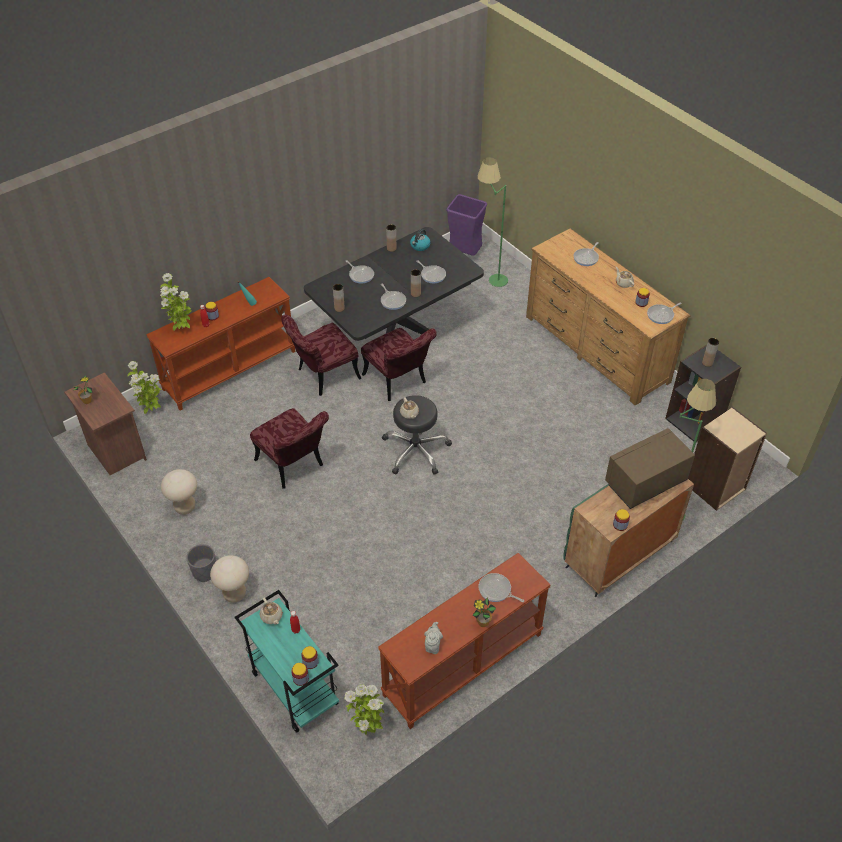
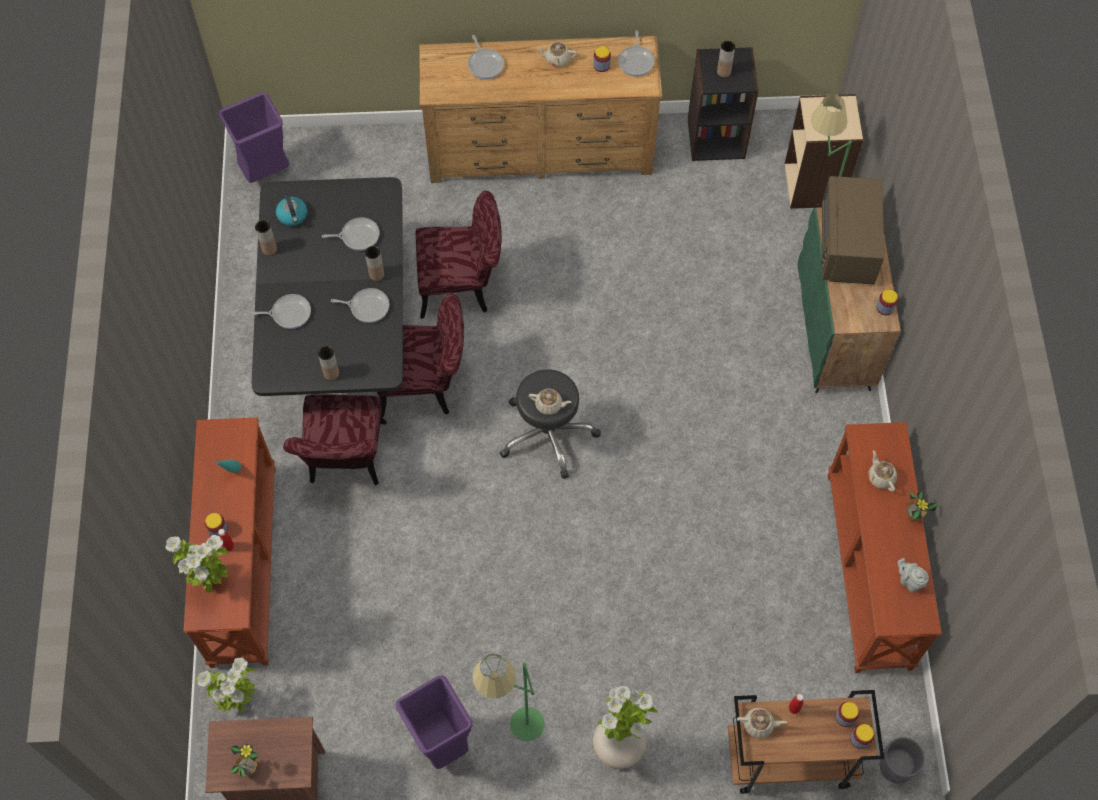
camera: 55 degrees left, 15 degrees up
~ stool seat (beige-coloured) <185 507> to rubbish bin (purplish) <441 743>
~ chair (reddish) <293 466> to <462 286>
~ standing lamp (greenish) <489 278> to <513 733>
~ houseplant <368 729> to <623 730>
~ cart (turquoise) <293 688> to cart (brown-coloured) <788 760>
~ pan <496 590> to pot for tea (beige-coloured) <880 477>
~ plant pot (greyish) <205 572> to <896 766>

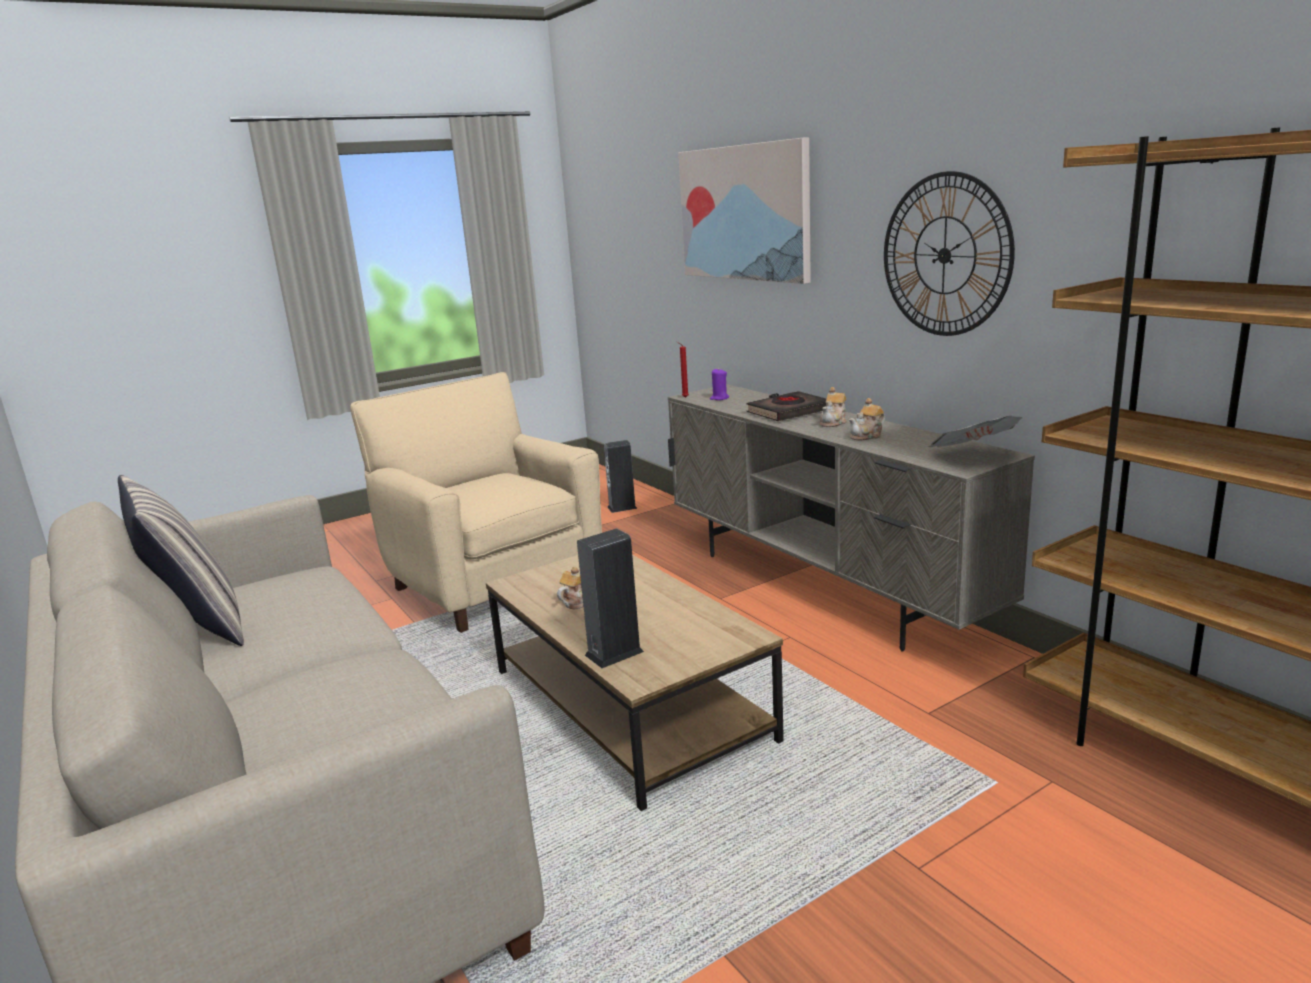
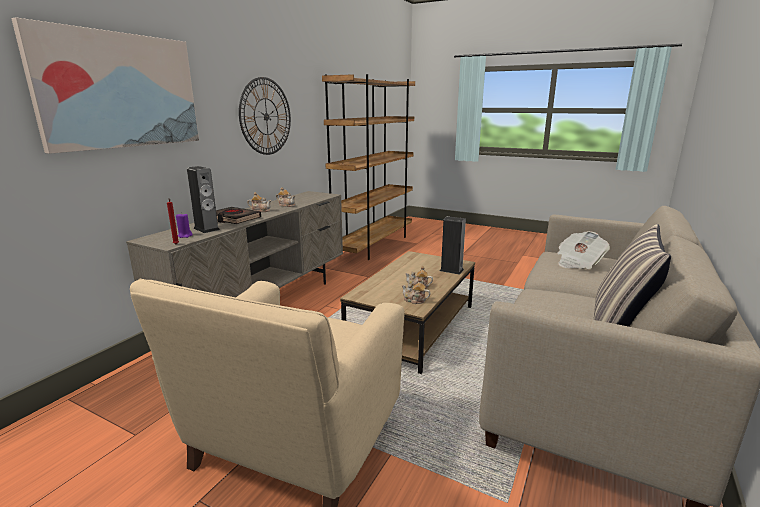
camera: 120 degrees left, 0 degrees up
~ speaker <622 507> to <206 229>
+ pot for tea <415 300>
~ printed paper <972 455> to <578 263>

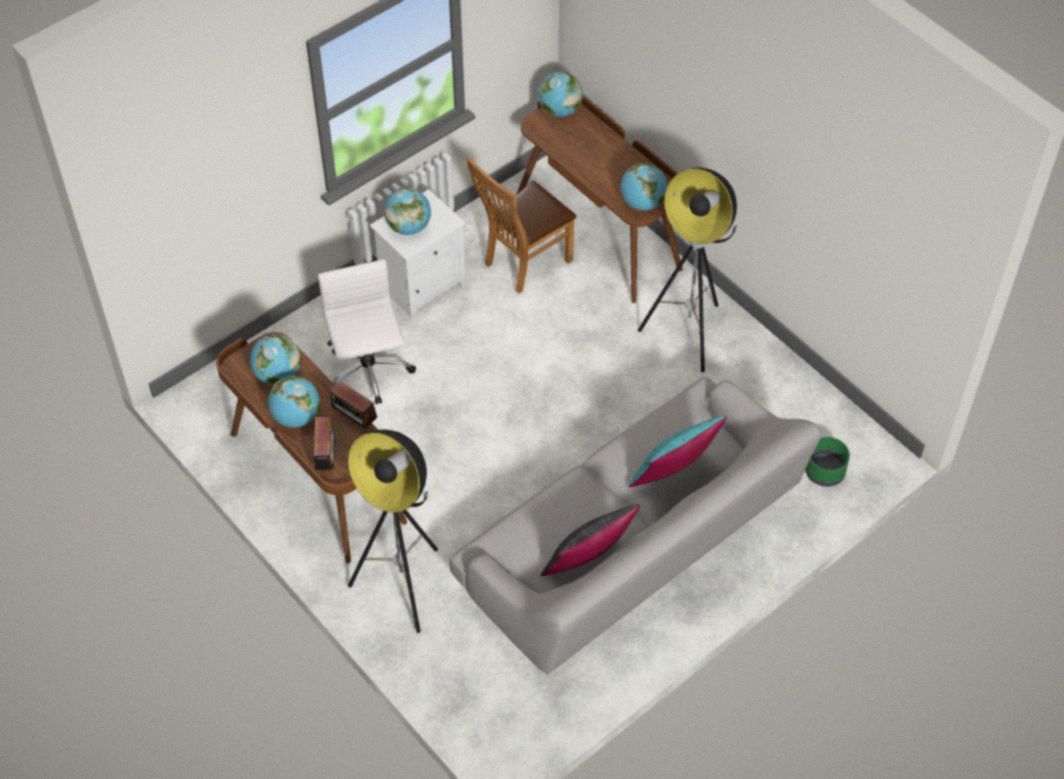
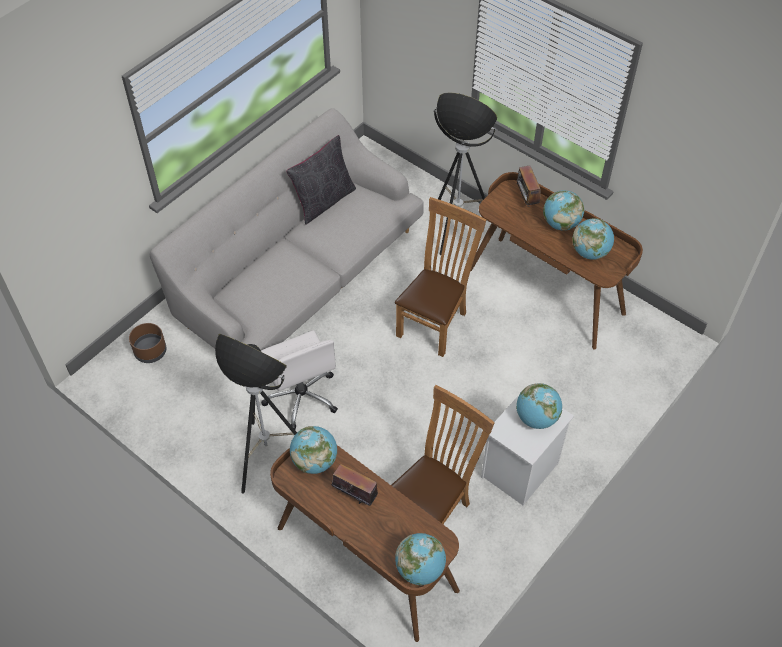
camera: 170 degrees right, 0 degrees up
~ plant pot (greenish) <824 472> to plant pot (brown-coloured) <150 351>
~ office chair (white) <369 373> to <302 397>
~ radio receiver <355 420> to <355 495>
+ chair (brown-coloured) <435 322>
- cushion (turquoise) <674 474>

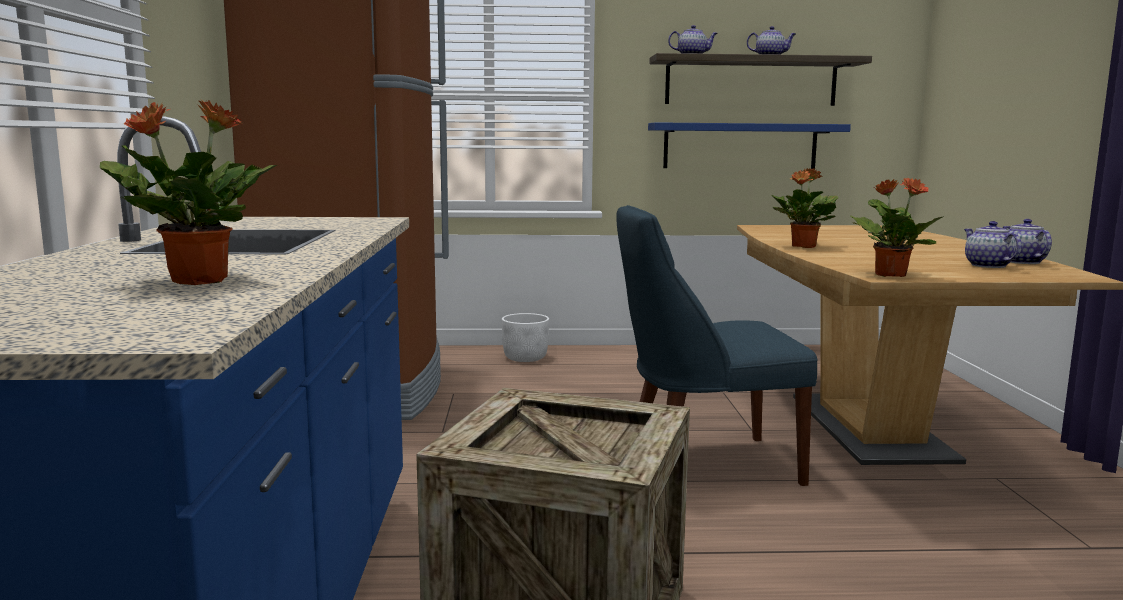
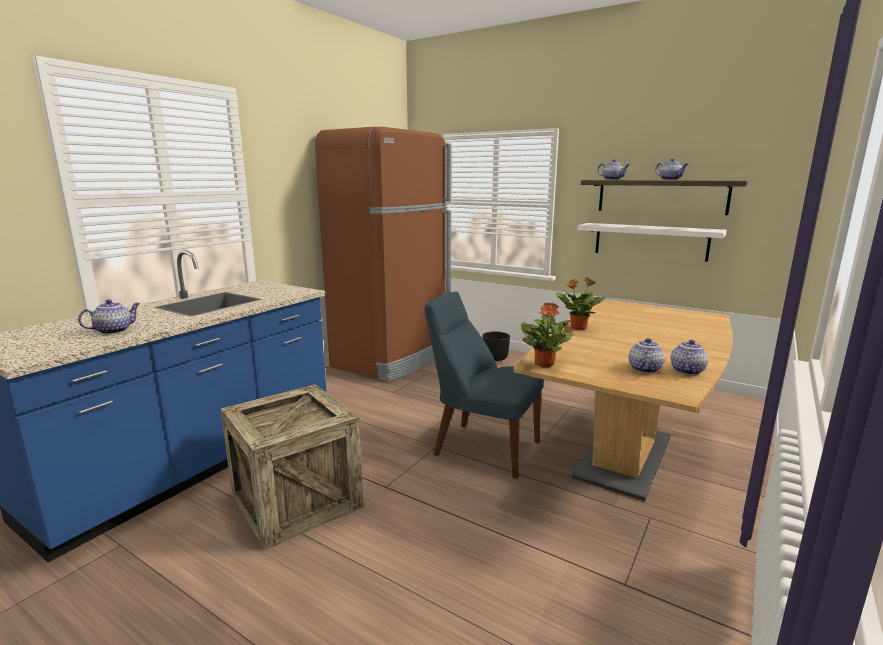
camera: 35 degrees right, 5 degrees up
~ houseplant <196 281> to pot for tea <114 330>
~ plant pot (white) <525 358> to plant pot (blackish) <495 358>
~ bracket shelf (blue) <740 146> to bracket shelf (white) <650 241>

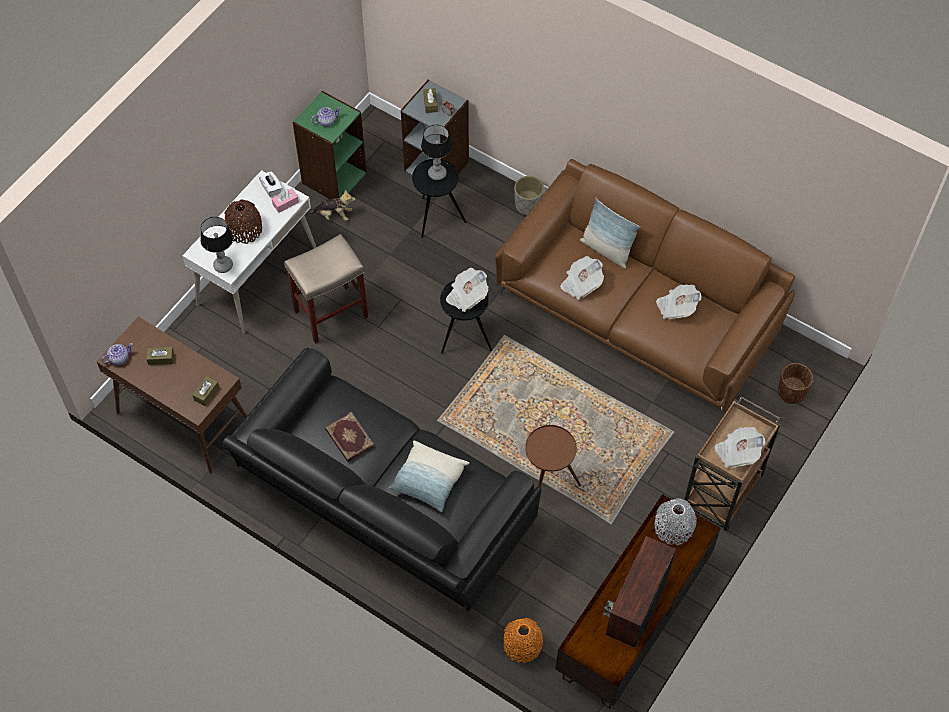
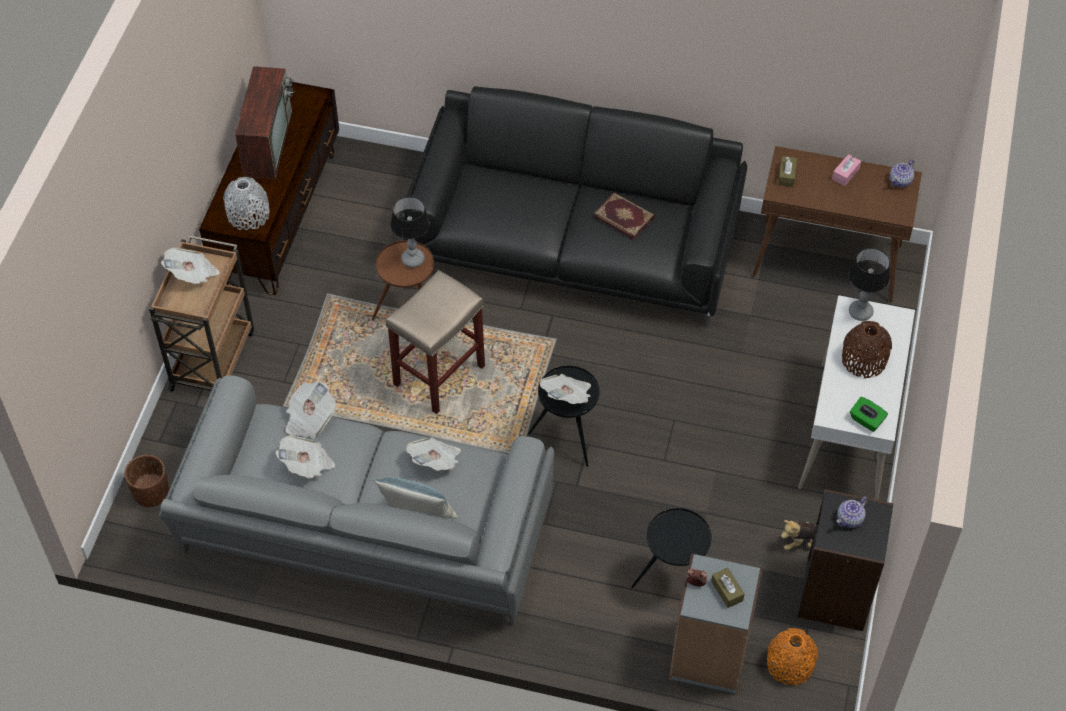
camera: 160 degrees right, 5 degrees down
~ couch (brown-coloured) <639 313> to couch (greyish) <364 534>
+ printed paper <309 419>
~ stool seat (beige-coloured) <330 314> to <439 374>
~ tabletop lamp <436 173> to <413 259>
~ vase (orangey) <522 645> to <790 664>
~ bookcase (greenish) <333 177> to bookcase (blackish) <836 595>
~ tissue box (pink-coloured) <285 203> to <845 174>
~ tissue box (white) <271 188> to tissue box (greenish) <866 420>
- tissue box (brown-coloured) <161 358>
- cushion <428 481>
- plant pot (greyish) <528 205>

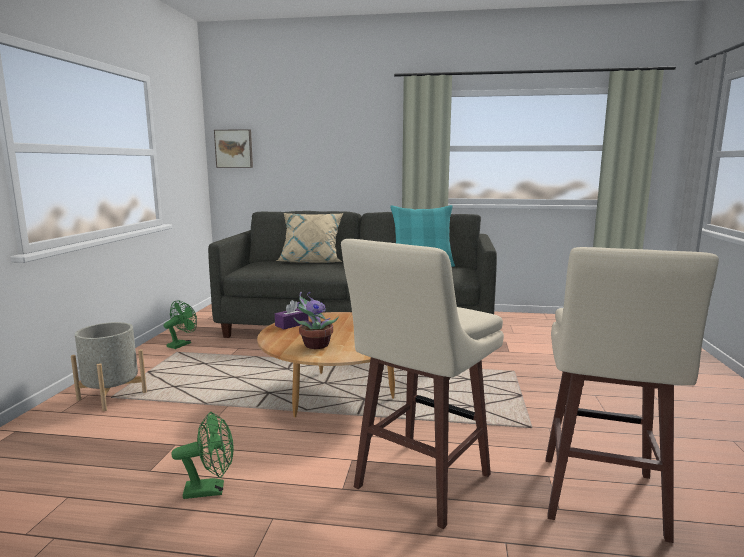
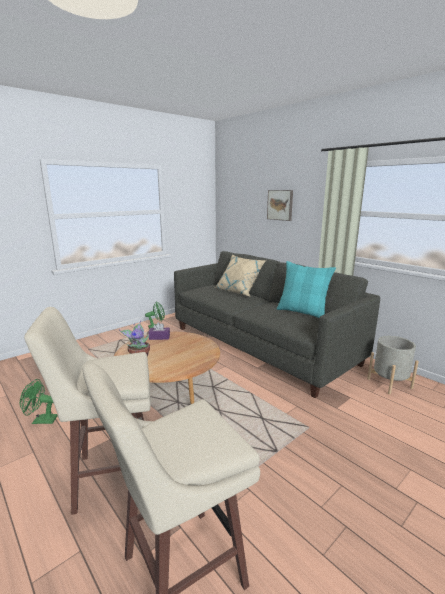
camera: 40 degrees right, 5 degrees up
~ fan (greenish) <211 490> = <41 420> 150 degrees clockwise
~ wall art <234 148> to <280 205>
~ plant pot (greyish) <112 396> to <389 383>

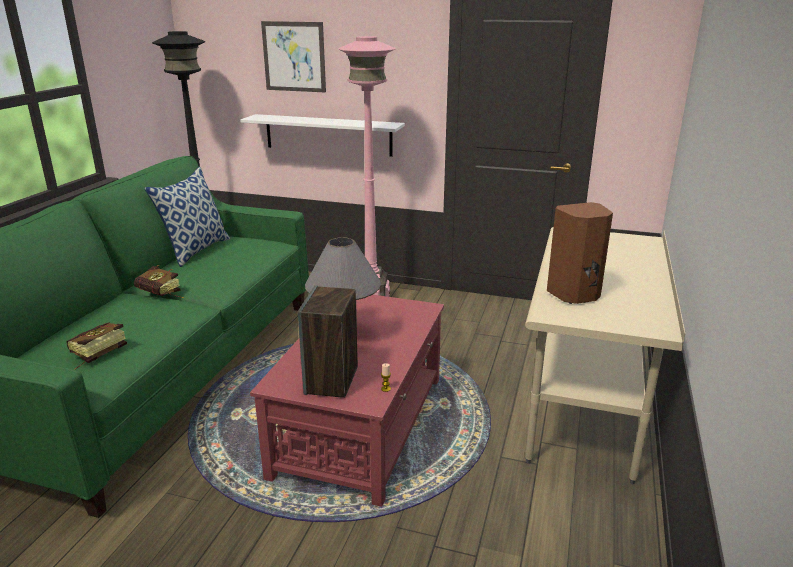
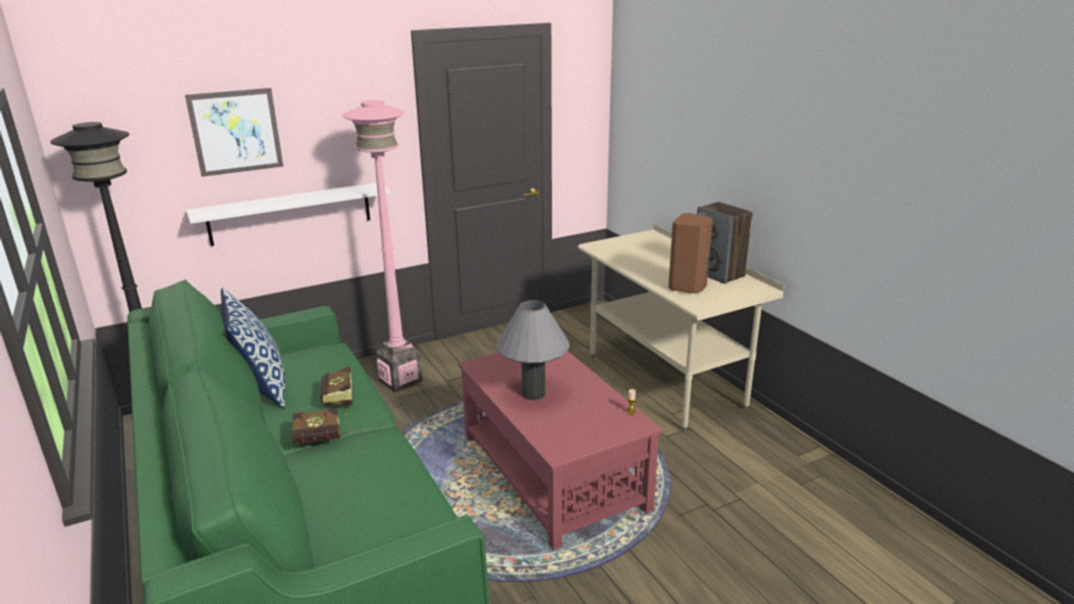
camera: 45 degrees left, 0 degrees up
~ volume <94 355> to <338 402>
~ speaker <331 381> to <719 274>

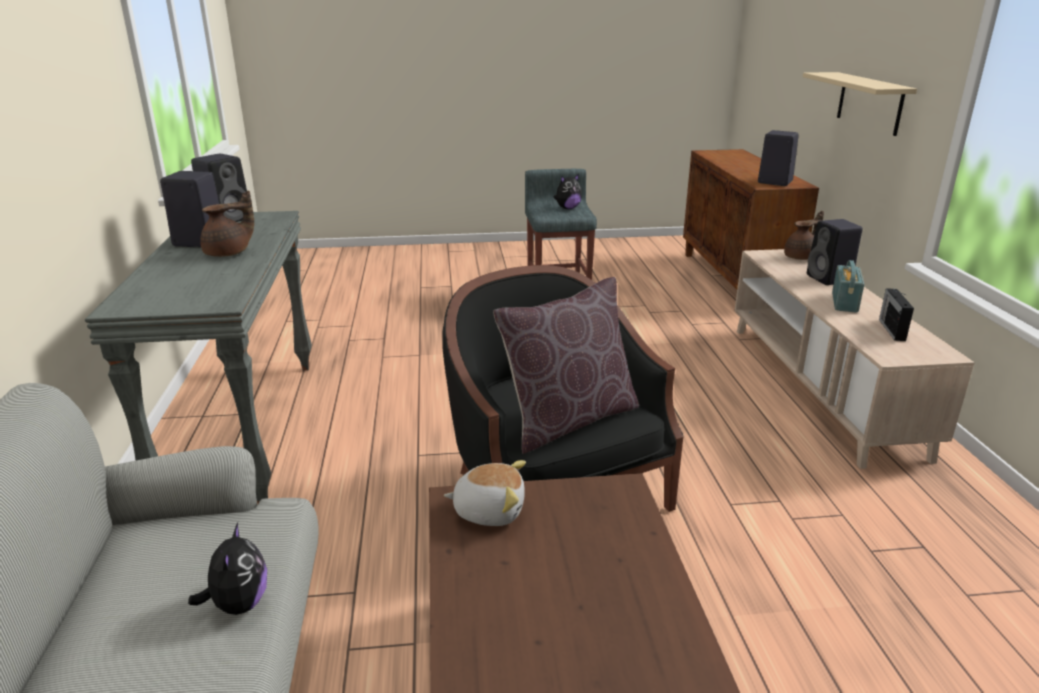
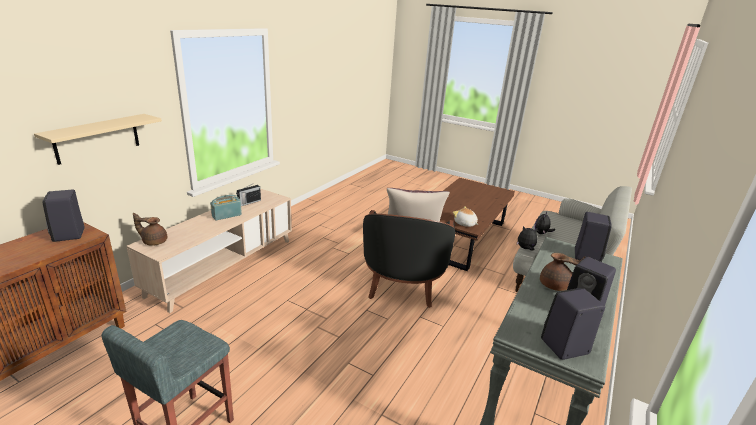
camera: 145 degrees left, 0 degrees up
~ plush toy <567 208> to <525 249>
~ pot for tea (brown-coloured) <229 253> = <556 286> 150 degrees counterclockwise
~ speaker (blackish) <830 279> to <586 256>

